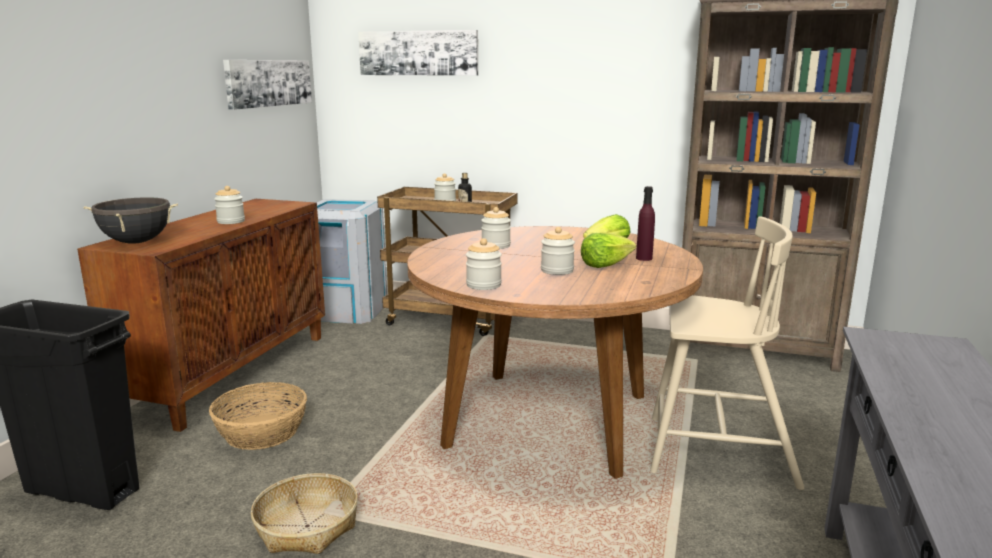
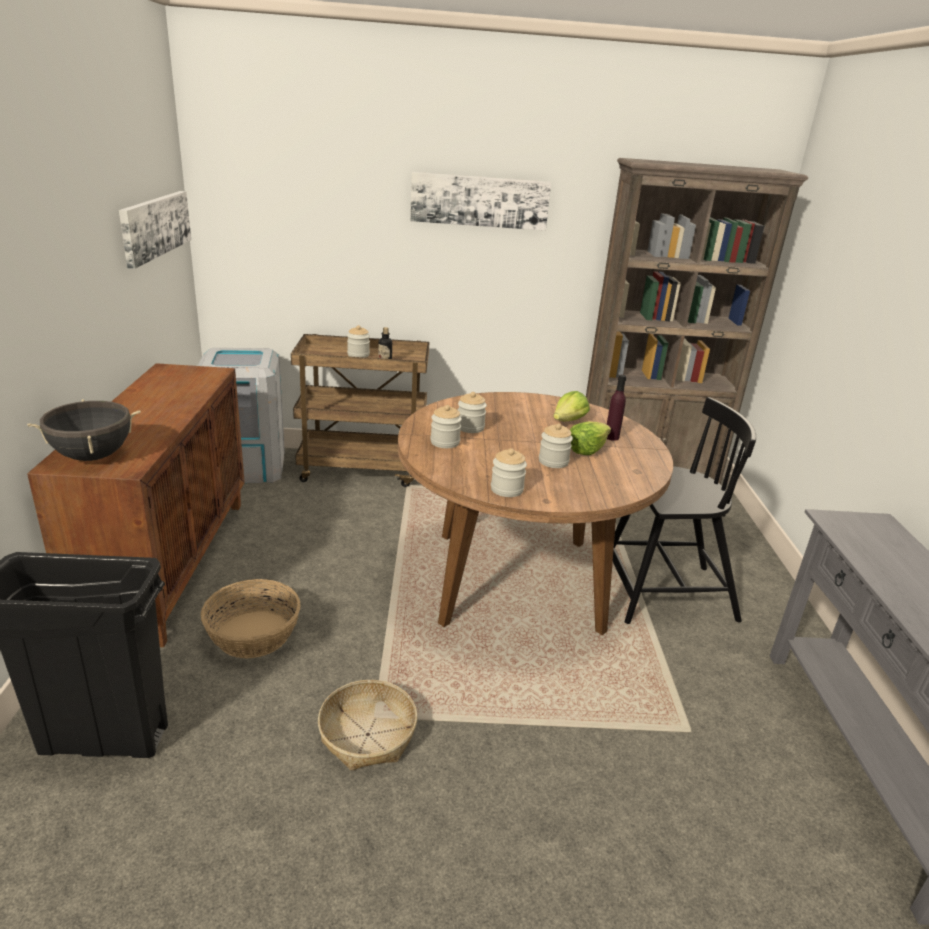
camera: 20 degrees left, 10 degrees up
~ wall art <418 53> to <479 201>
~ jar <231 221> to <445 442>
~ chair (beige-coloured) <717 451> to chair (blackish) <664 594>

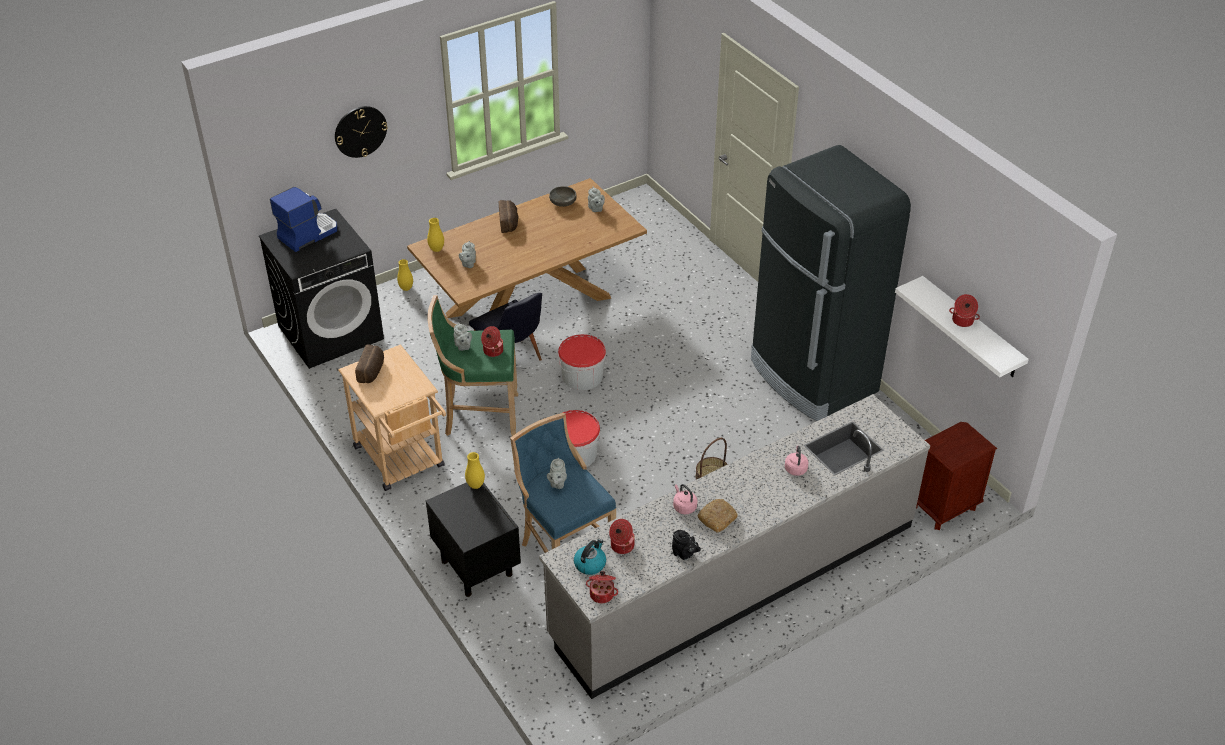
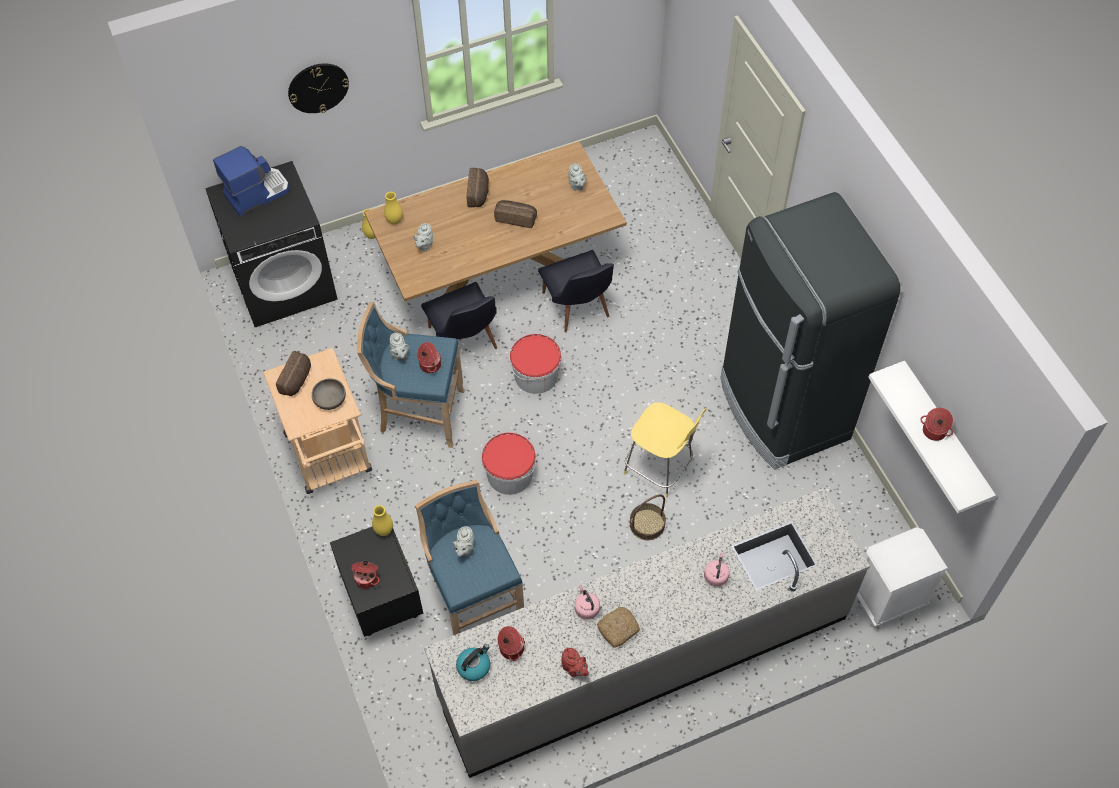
camera: 10 degrees right, 15 degrees up
~ deep dish (greyish) <563 203> to <330 399>
~ stockpot <602 594> to <367 578>
~ stool seat (greenish) <479 417> to stool seat (blue) <419 413>
+ baked bread <516 218>
+ chair (blackish) <578 310>
~ pot for tea (blackish) <684 554> to pot for tea (reddish) <574 669>
+ stool seat (yellowish) <660 468>
~ nightstand (brown-coloured) <943 508> to nightstand (white) <886 600>

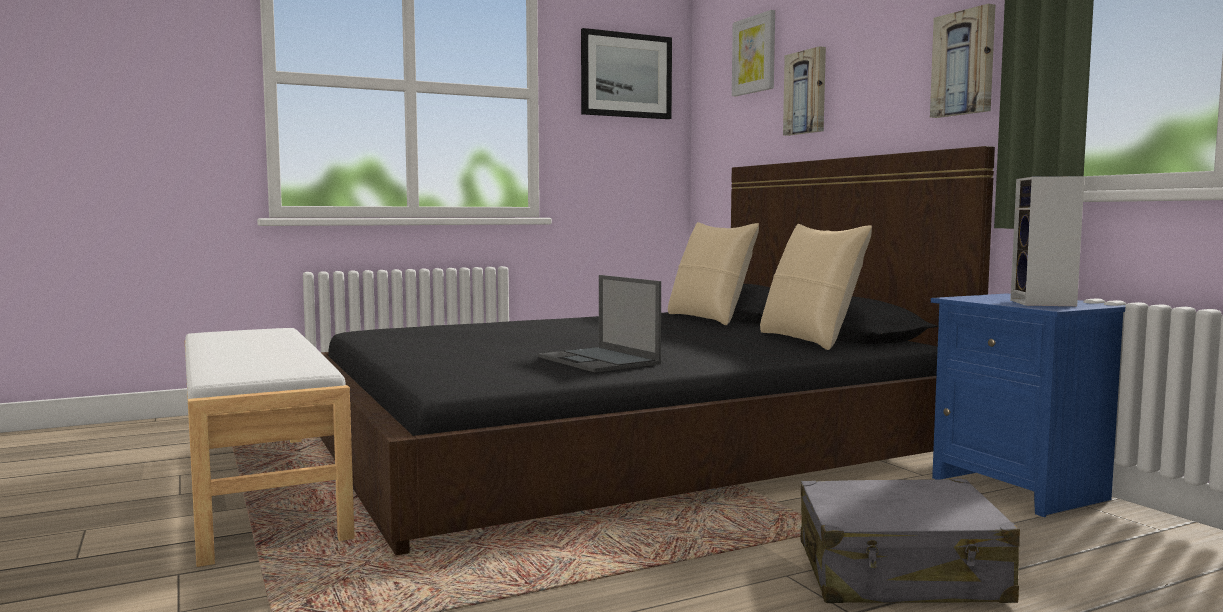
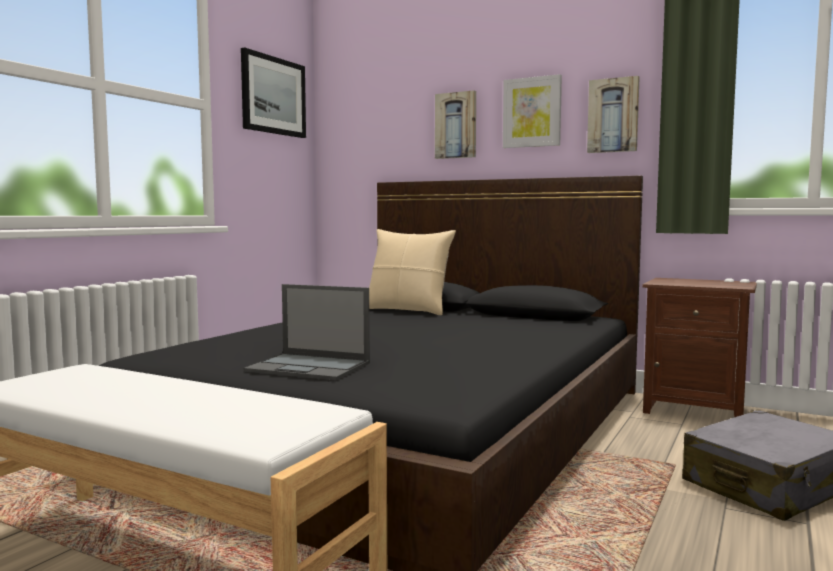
camera: 35 degrees left, 0 degrees up
~ notebook computer <599 360> to <310 367>
~ wall art <754 54> to <532 112>
~ nightstand (blue) <1021 488> to nightstand (brown-coloured) <695 409>
- cushion (beige-coloured) <809 340>
- speaker <1045 303>

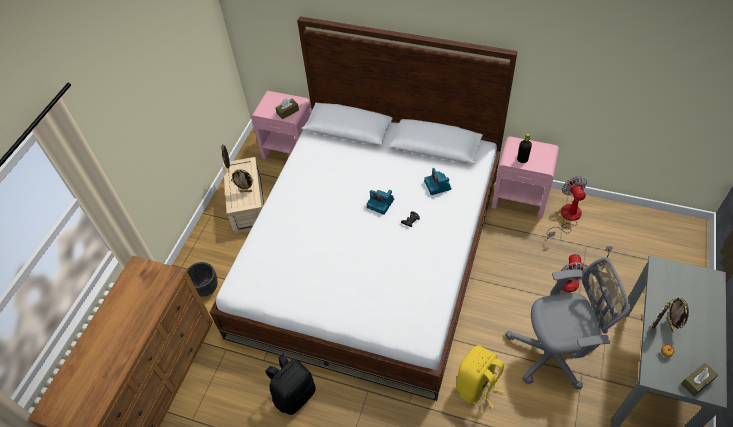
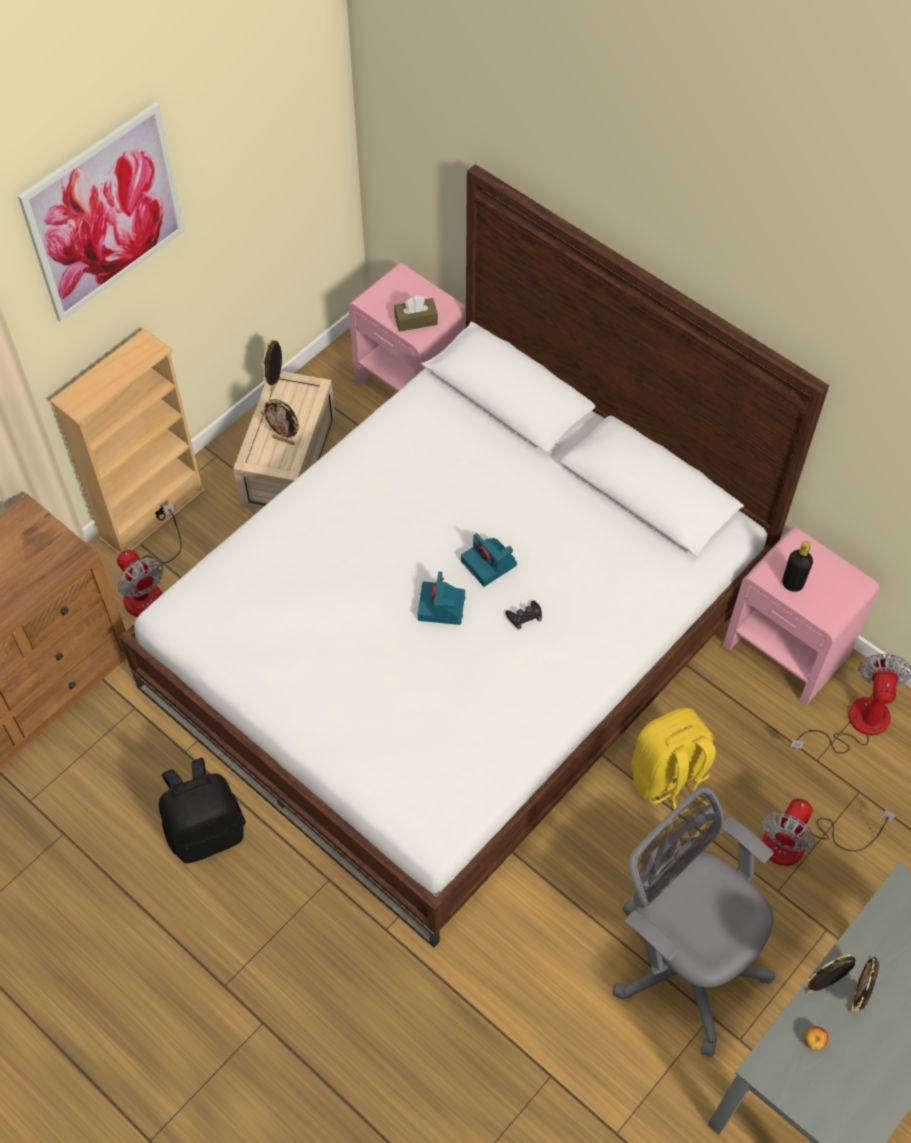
camera: 20 degrees right, 5 degrees up
+ wall art <105 213>
+ bookcase (beige-coloured) <152 514>
~ plant pot (blackish) <206 288> to fan <149 587>
~ still camera <438 186> to <442 607>
~ office chair (greyish) <554 354> = <682 960> 150 degrees counterclockwise
~ knapsack (yellowish) <477 386> to <669 779>
- tissue box (brown-coloured) <697 382>

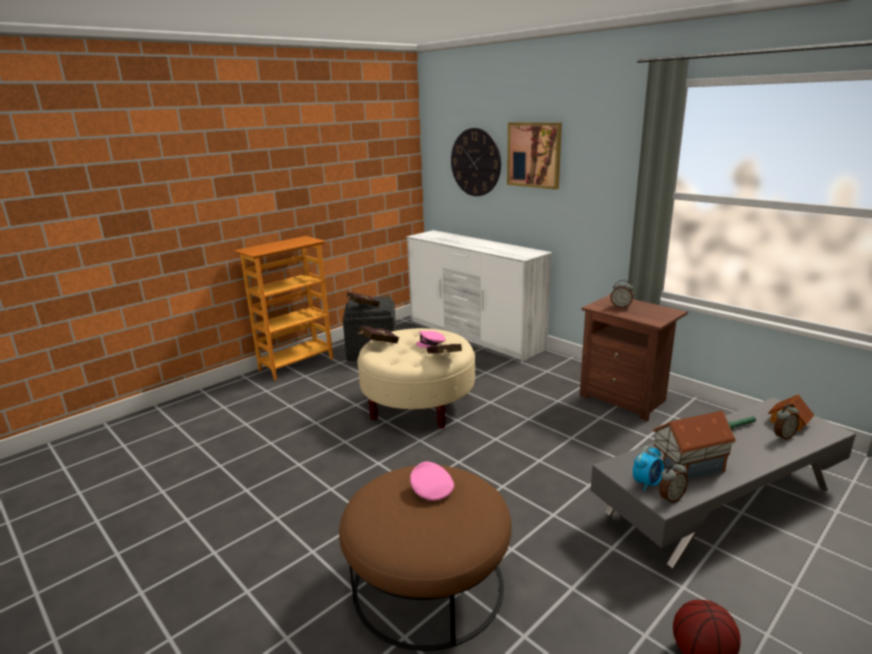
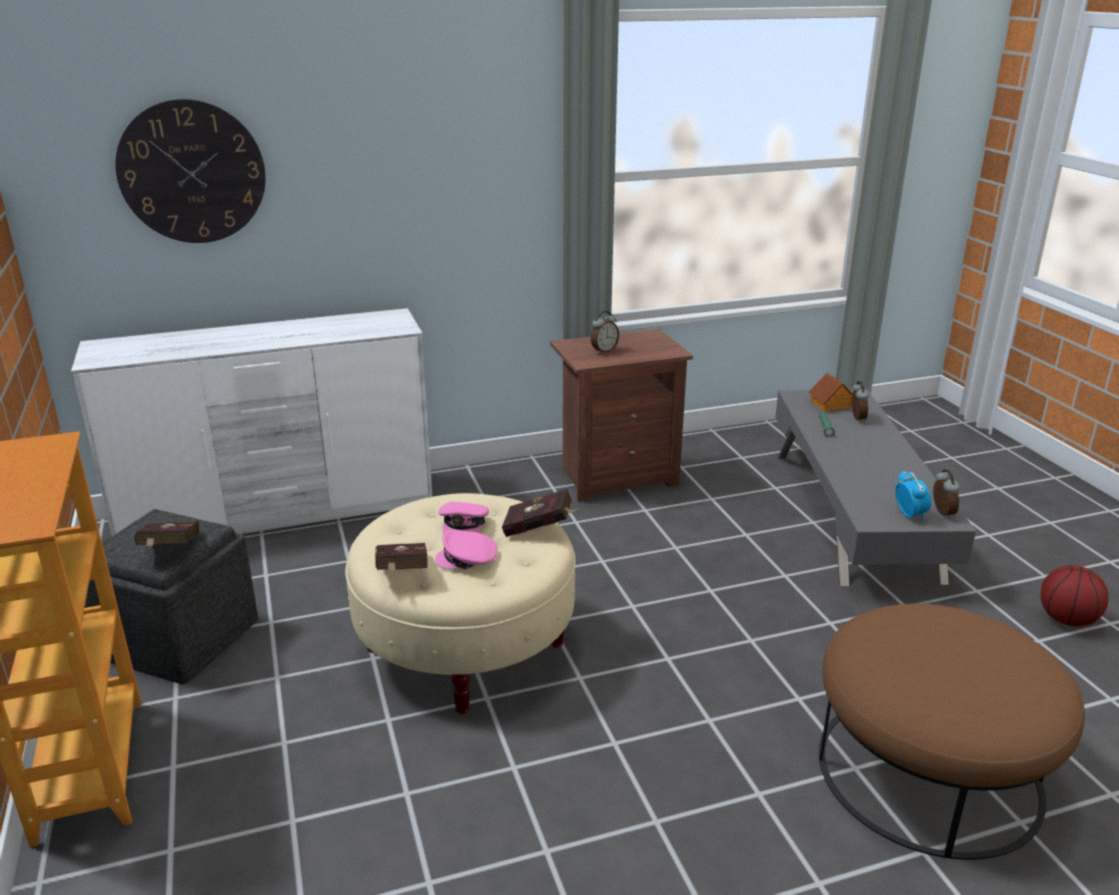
camera: 65 degrees left, 5 degrees up
~ cap (pink-coloured) <430 490> to <467 559>
- wall art <534 155>
- miniature house <687 466>

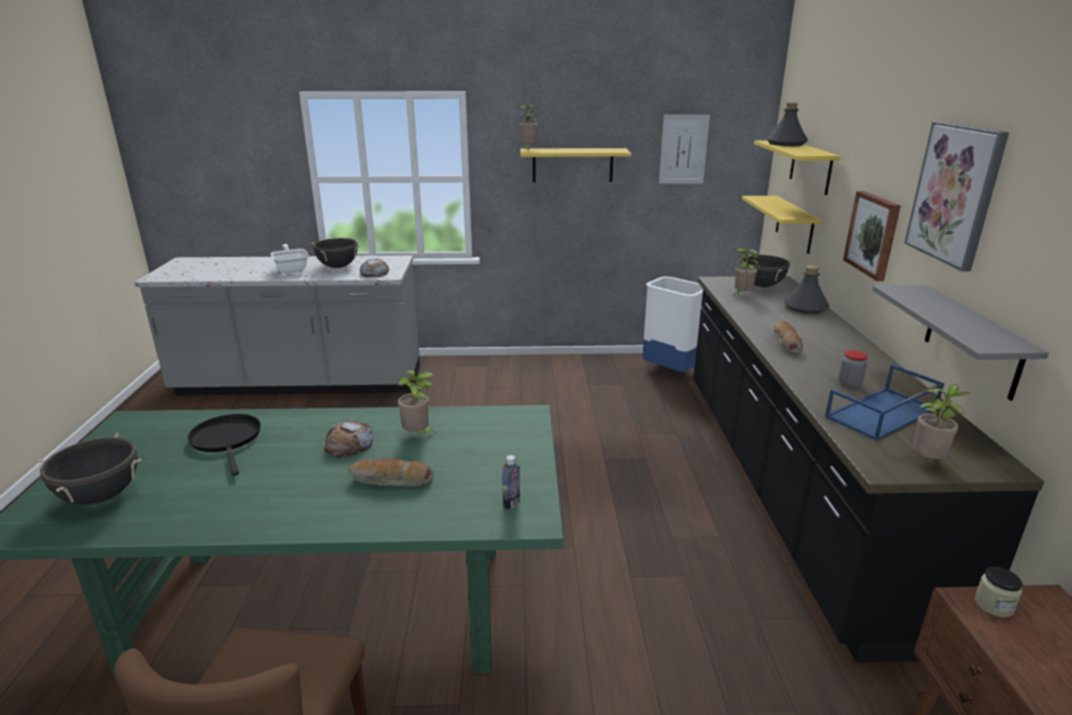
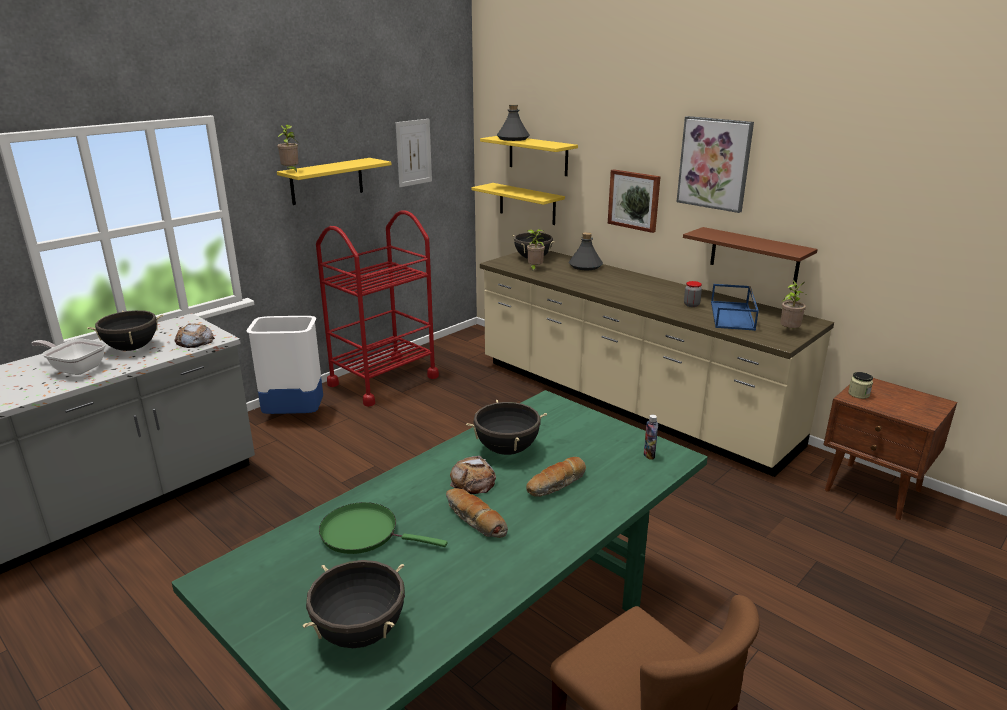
camera: 45 degrees left, 0 degrees up
~ rubbish bin (white) <670 371> to <294 415>
+ cart (reddish) <383 380>
~ pan (blackish) <227 440> to pan (greenish) <364 533>
~ baked bread <785 343> to <474 520>
~ houseplant <418 435> to stockpot (blackish) <507 449>
~ kitchen counter (blackish) <790 488> to kitchen counter (beige-coloured) <628 403>
~ bracket shelf (greyish) <972 341> to bracket shelf (brown-coloured) <754 255>

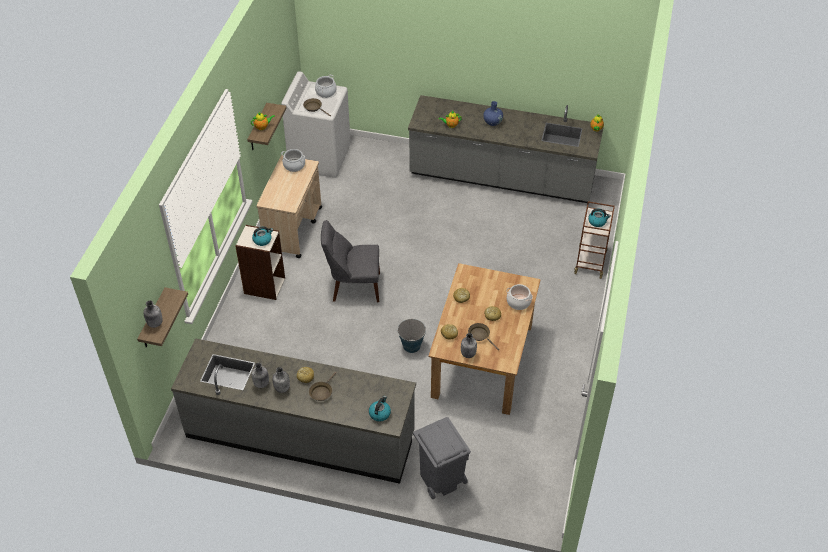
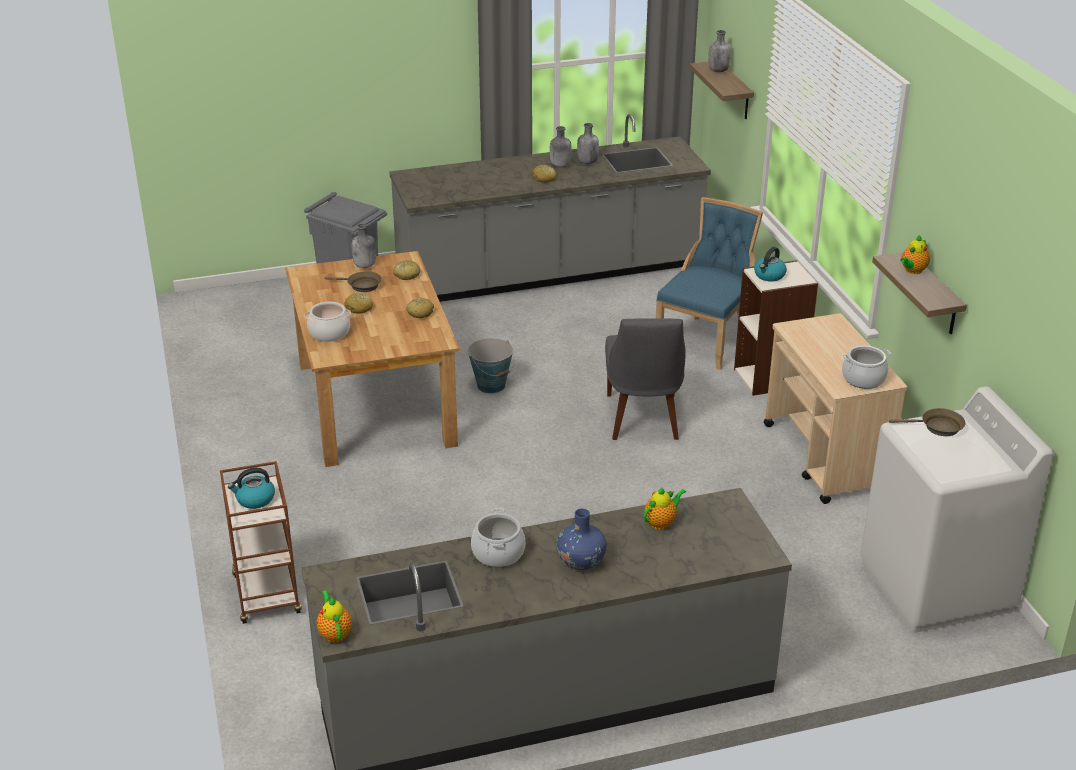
camera: 150 degrees right, 15 degrees down
~ stockpot <326 92> to <498 553>
~ chair (greyish) <353 287> = <643 419> 120 degrees clockwise
+ chair (blue) <705 340>
- pan (brown-coloured) <322 392>
- water kettle <379 413>

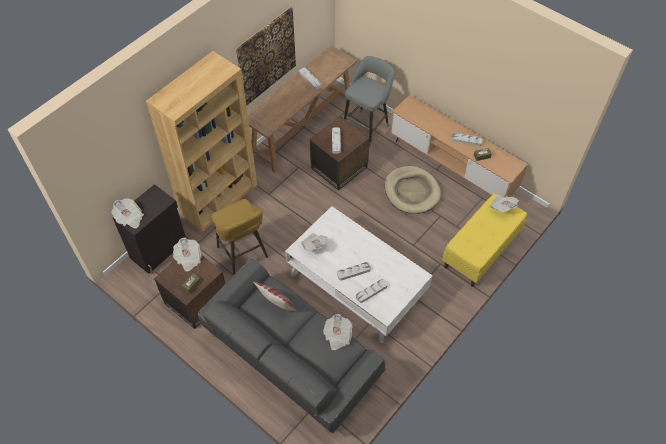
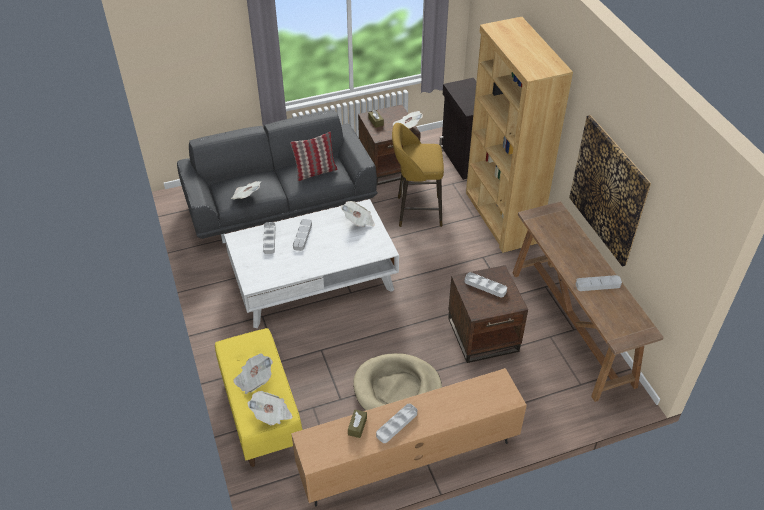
camera: 120 degrees right, 10 degrees down
~ printed paper <129 218> to <254 380>
- stool seat (greyish) <367 126>

